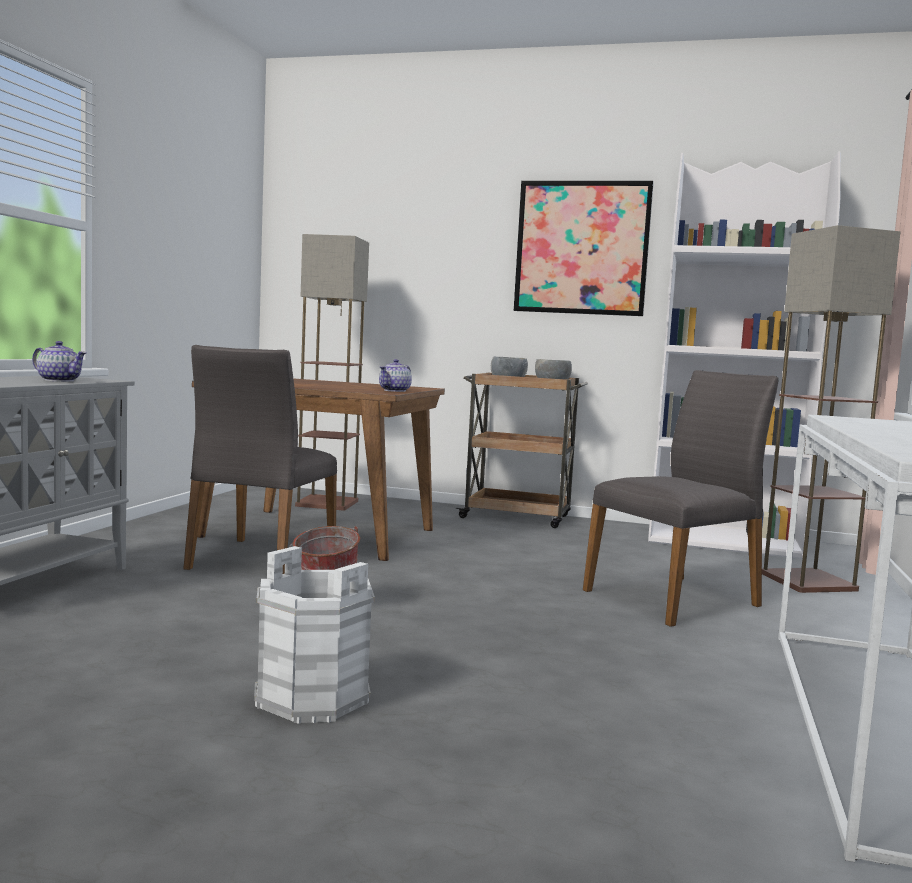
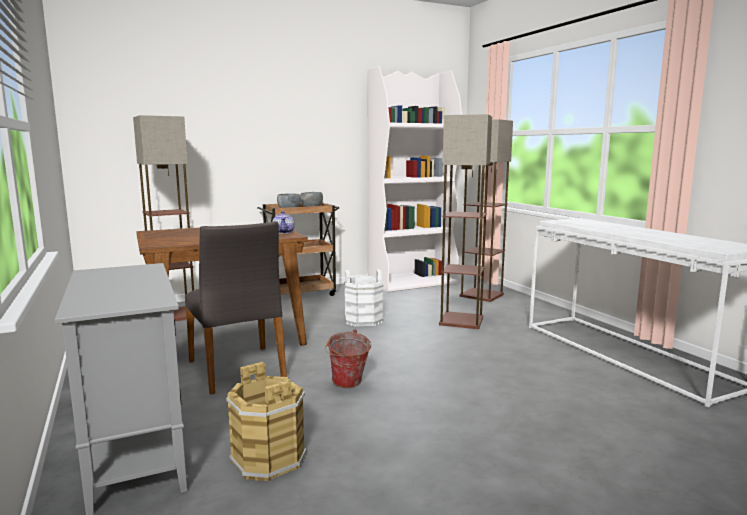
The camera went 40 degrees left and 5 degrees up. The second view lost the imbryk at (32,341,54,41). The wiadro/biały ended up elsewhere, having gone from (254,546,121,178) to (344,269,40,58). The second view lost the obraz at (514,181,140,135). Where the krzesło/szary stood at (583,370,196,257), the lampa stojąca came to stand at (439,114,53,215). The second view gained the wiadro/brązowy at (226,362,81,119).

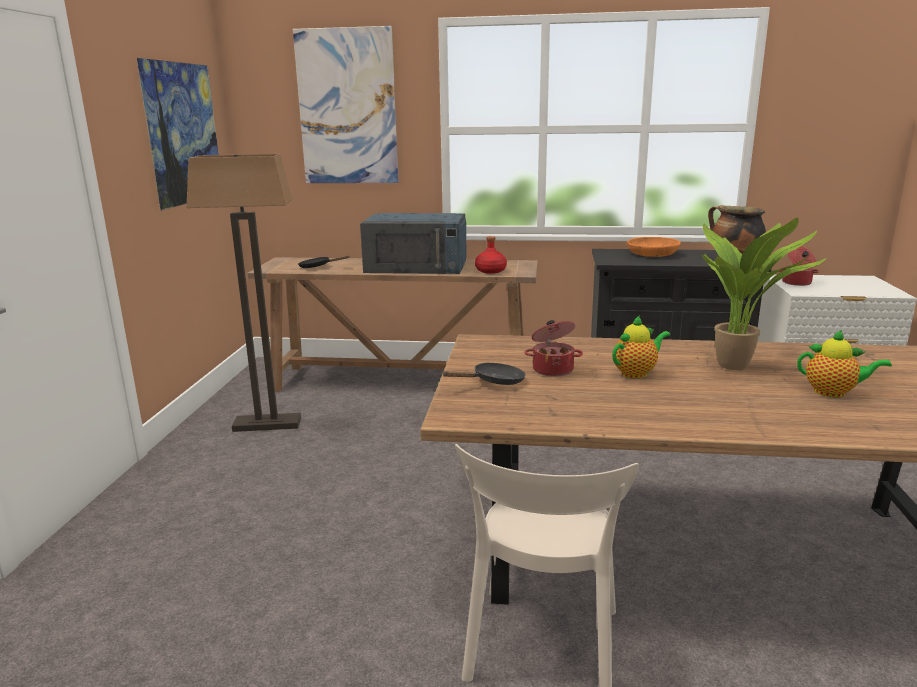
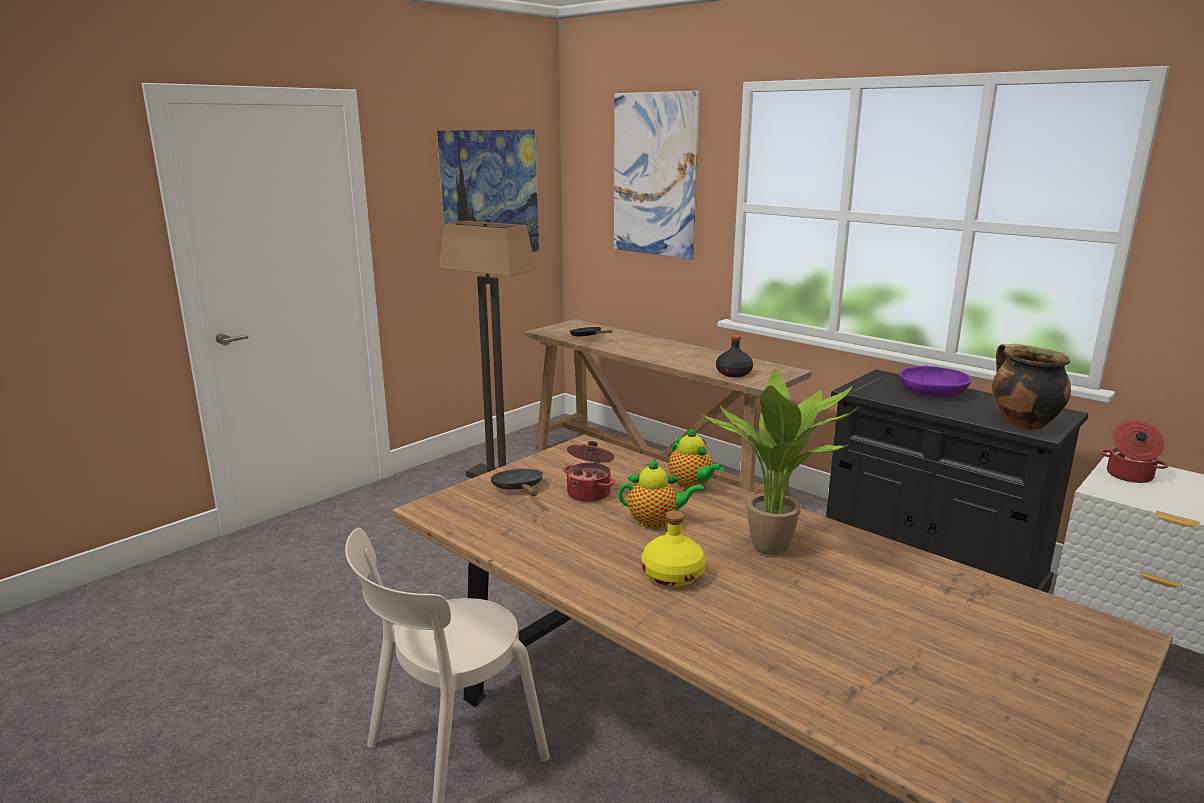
The camera went 35 degrees right and 0 degrees up. The second view lost the mikrofalówka/niebieski at (360,213,107,61). The patelnia/czarny at (442,362,84,23) ended up facing another way, 120 degrees counterclockwise from before. What was the butelka/czerwony at (475,236,32,38) turned into the butelka/czarny at (716,334,37,43). What was the miska/pomarańczowy at (627,237,54,20) turned into the miska/fioletowy at (899,365,73,32). The imbryk ended up elsewhere, having gone from (797,330,95,68) to (668,428,56,62). The second view gained the butelka/żółty at (642,510,64,77).

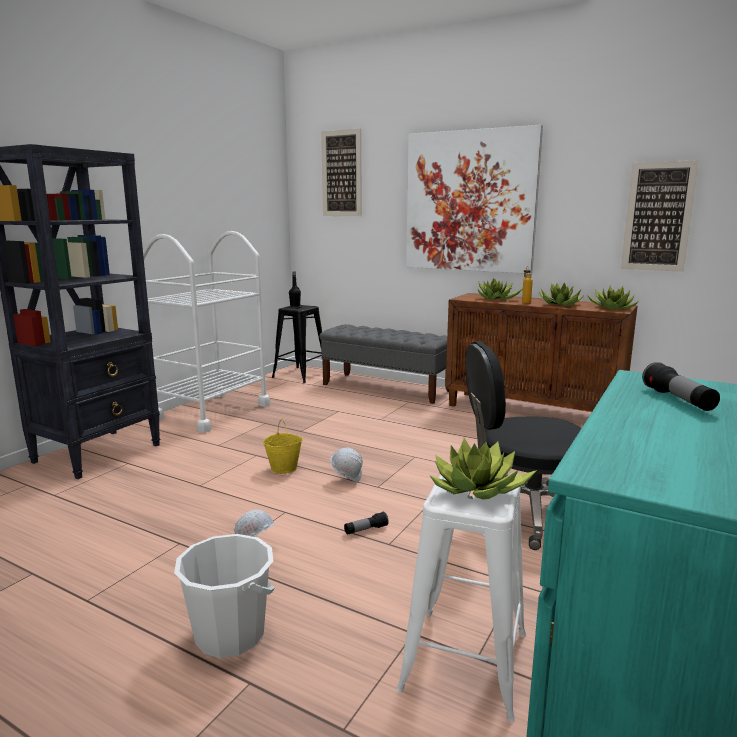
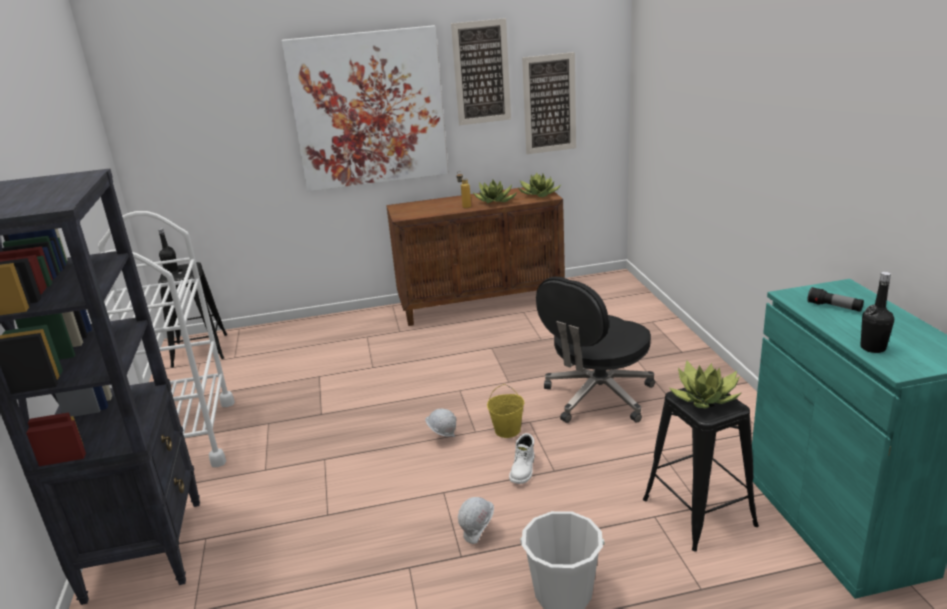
The camera went 40 degrees left and 10 degrees up. The wiadro/żółty ended up elsewhere, having gone from (263,419,40,55) to (487,384,37,54). The second view lost the ławka/szary at (319,324,130,80). The obraz ended up elsewhere, having gone from (321,129,41,87) to (451,18,60,107). Where the latarka stood at (344,512,44,23), the but z cholewką/biały came to stand at (509,433,25,51). What was the stołek/biały at (397,474,129,248) turned into the stołek/czarny at (643,388,116,164). The second view lost the roślina doniczkowa at (478,278,45,21). The second view gained the butelka/czarny at (860,272,34,81).

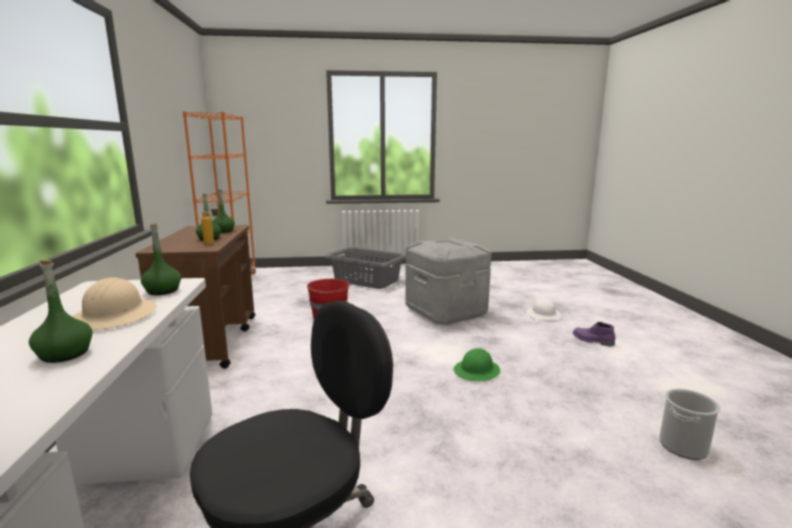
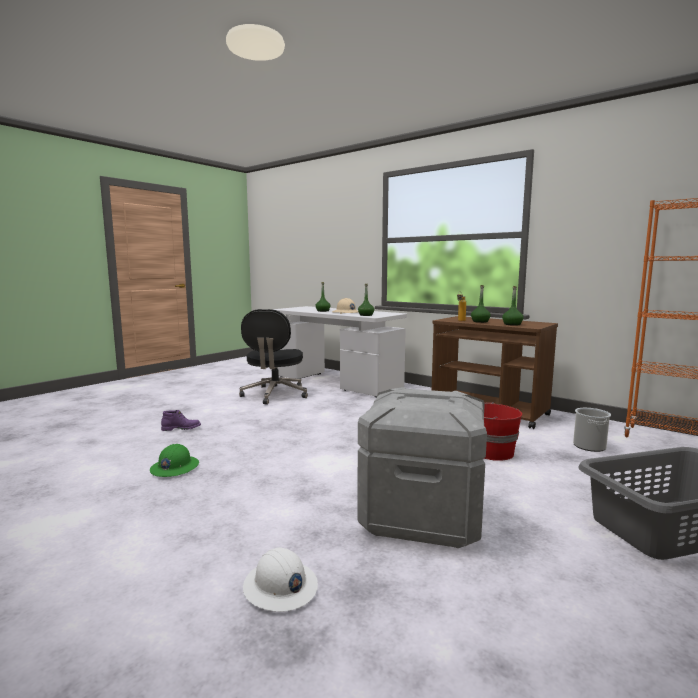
The camera went 135 degrees right and 5 degrees down. The kask/zielony ended up elsewhere, having gone from (454,348,46,33) to (150,444,49,33). The but z cholewką/fioletowy ended up elsewhere, having gone from (573,322,42,24) to (161,410,40,21). The wiadro ended up elsewhere, having gone from (659,388,62,72) to (573,408,38,44).

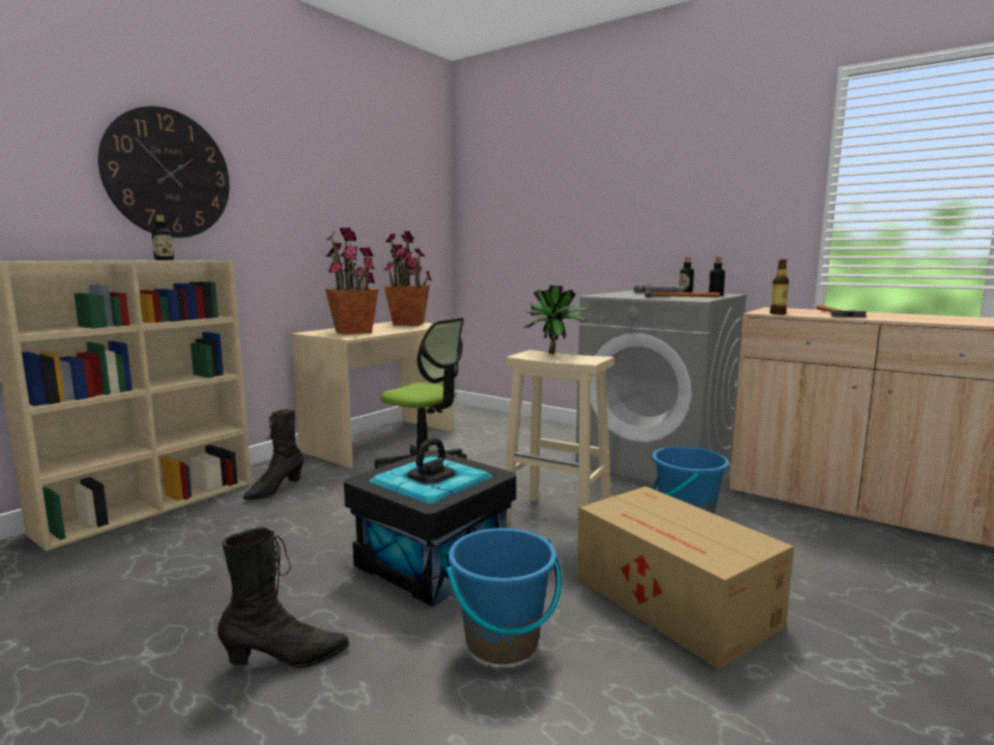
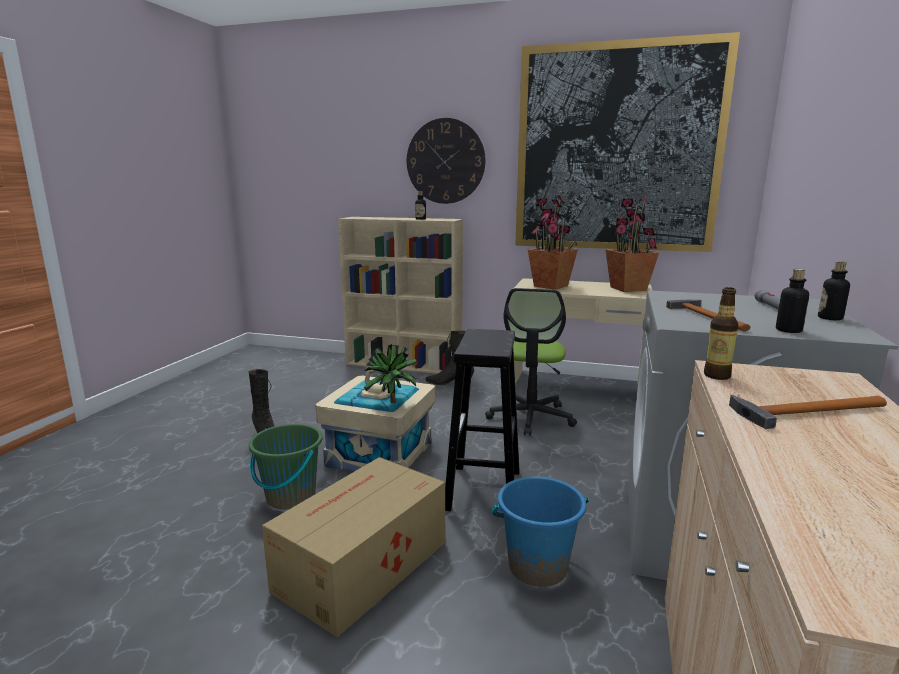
The camera went 70 degrees right and 5 degrees up. What was the pojemnik do przechowywania/czarny at (344,438,172,169) turned into the pojemnik do przechowywania/beżowy at (315,370,120,101). What was the wiadro/niebieski at (446,528,116,136) turned into the wiadro/zielony at (249,424,73,85). What was the stołek/beżowy at (505,350,109,174) turned into the stołek/czarny at (445,329,74,182). The roślina doniczkowa ended up elsewhere, having gone from (524,286,65,68) to (364,344,53,60). The second view gained the obraz at (515,32,225,220).

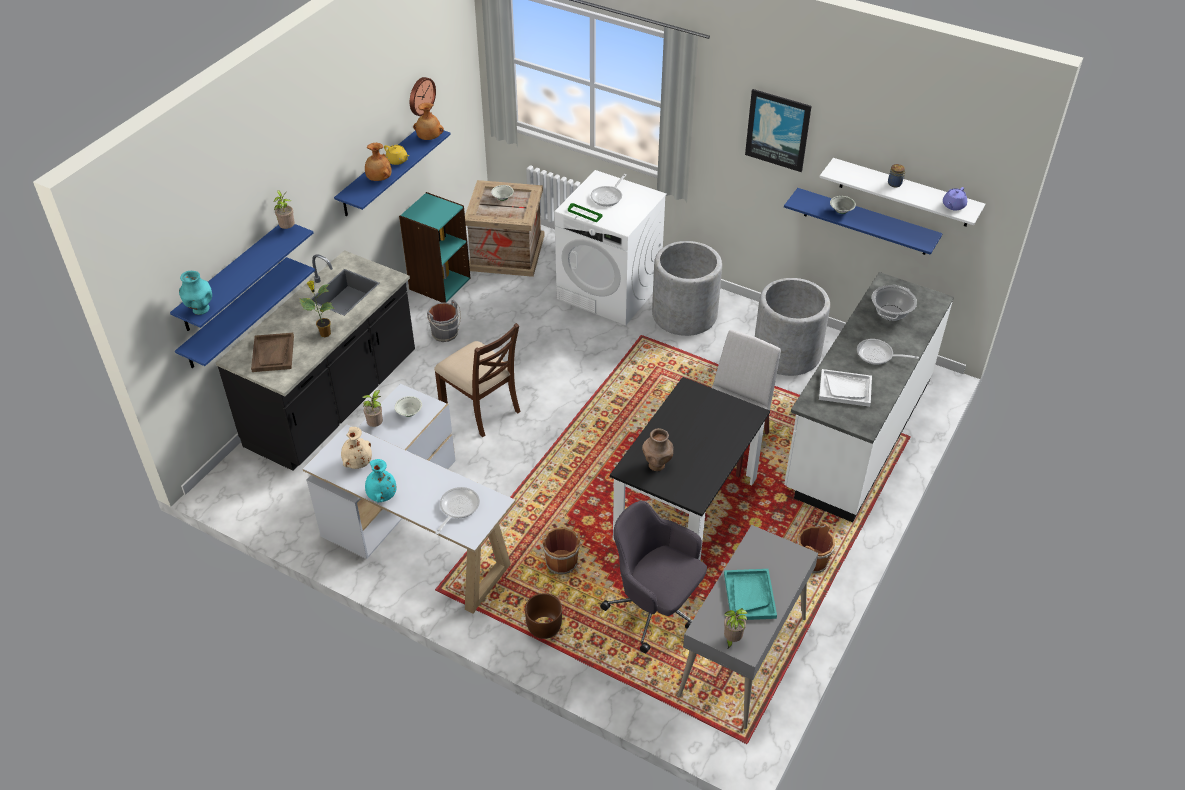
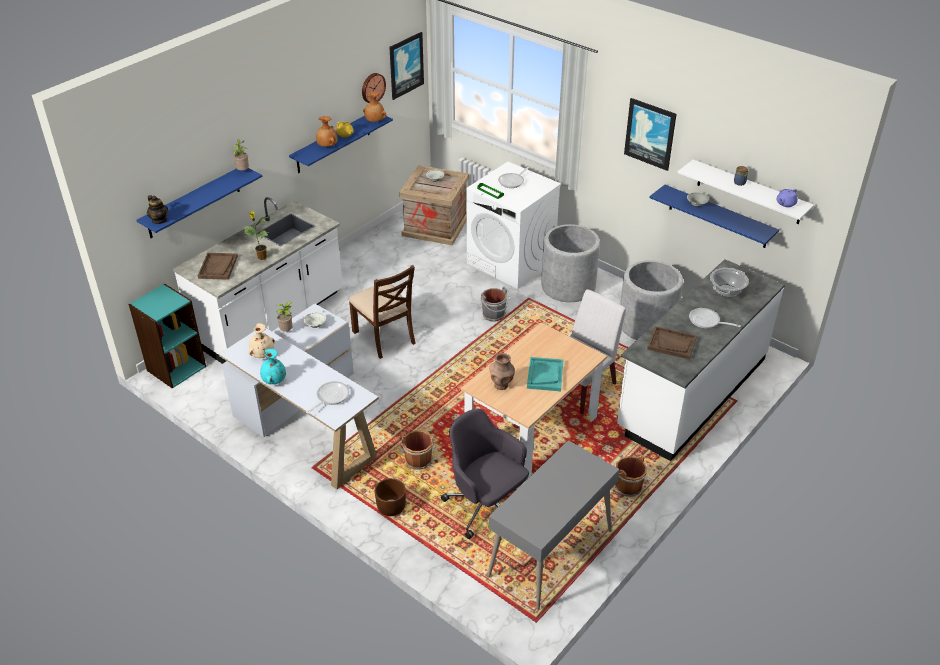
The camera went 10 degrees right and 5 degrees down. The second view lost the półka/niebieski at (175,257,140,111). Where the wazon/turkusowy stood at (179,271,33,44), the imbryk came to stand at (147,195,21,29). What was the zabudowa kuchenna/czarny at (216,250,199,221) turned into the zabudowa kuchenna/biały at (173,197,170,167). The regał/turkusowy ended up elsewhere, having gone from (399,192,72,111) to (128,284,78,105). The wiadro/szary ended up elsewhere, having gone from (427,300,34,42) to (481,287,28,35). What was the stół jadalny/czarny at (610,377,160,184) turned into the stół jadalny/beżowy at (461,322,146,157). The taca/turkusowy ended up elsewhere, having gone from (724,569,53,51) to (527,357,36,34). The second view lost the roślina doniczkowa at (724,608,23,40). What was the taca/biały at (819,369,53,38) turned into the taca/brązowy at (647,326,50,34). The second view gained the obraz at (389,32,35,68).

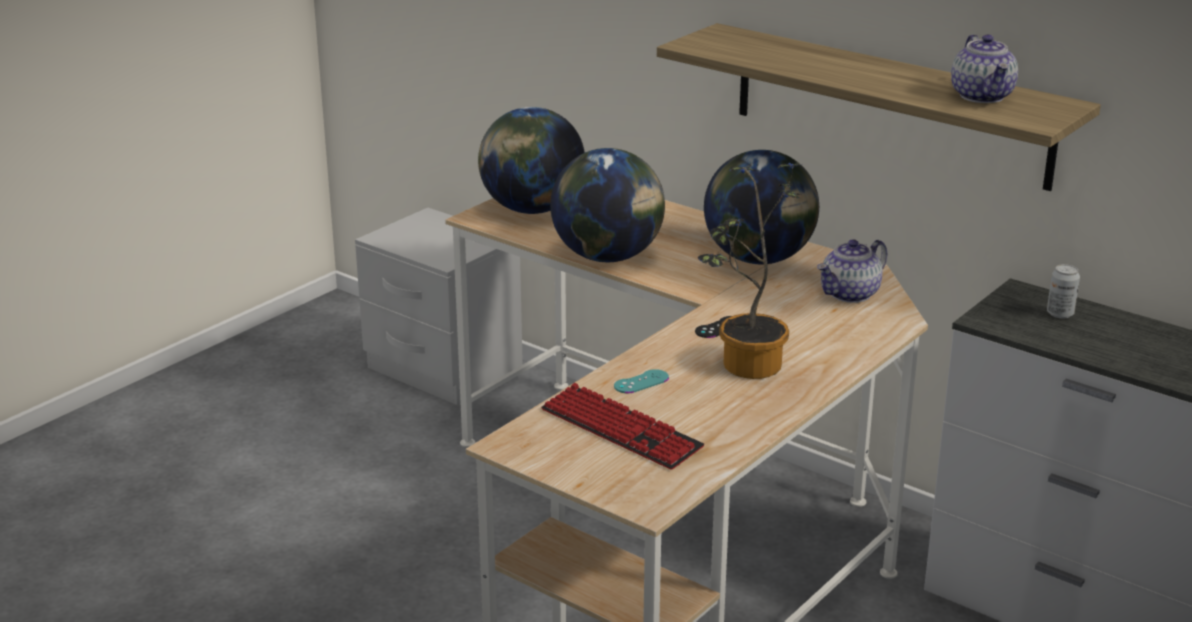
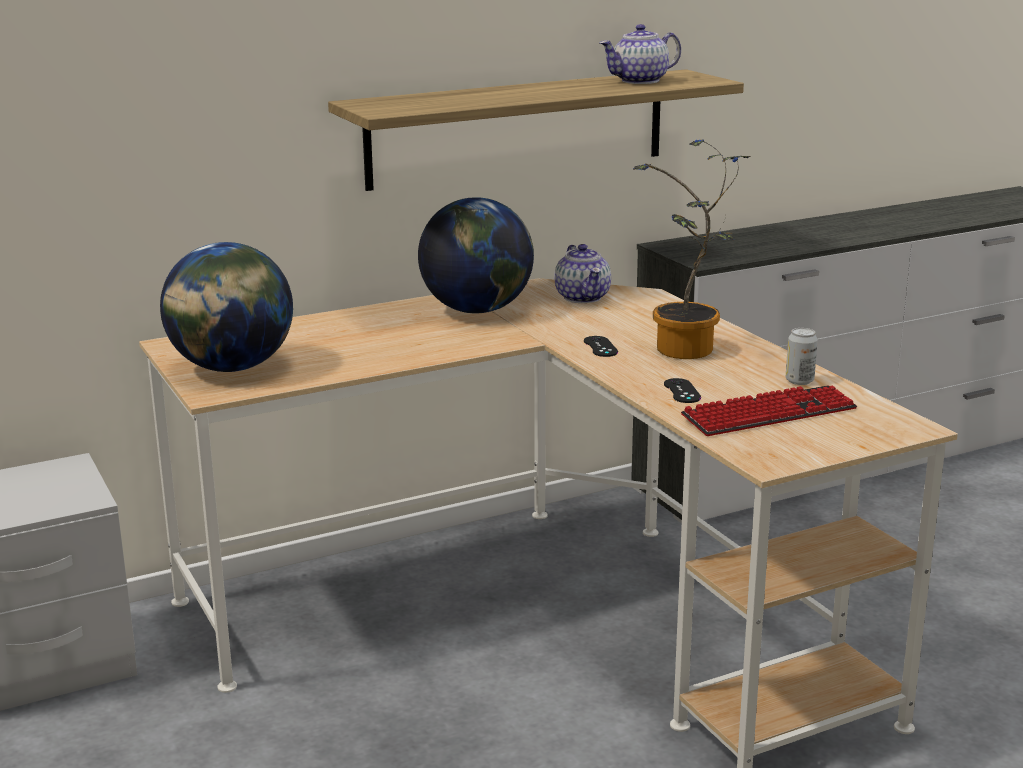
The camera went 65 degrees left and 5 degrees down. The second view lost the globus at (550,148,115,114). What was the pad do gier/turkusowy at (614,369,55,24) turned into the pad do gier/czarny at (664,378,37,25). The imbryk at (951,34,67,69) ended up facing another way, 135 degrees clockwise from before. The puszka ended up elsewhere, having gone from (1047,264,33,55) to (786,328,32,57).

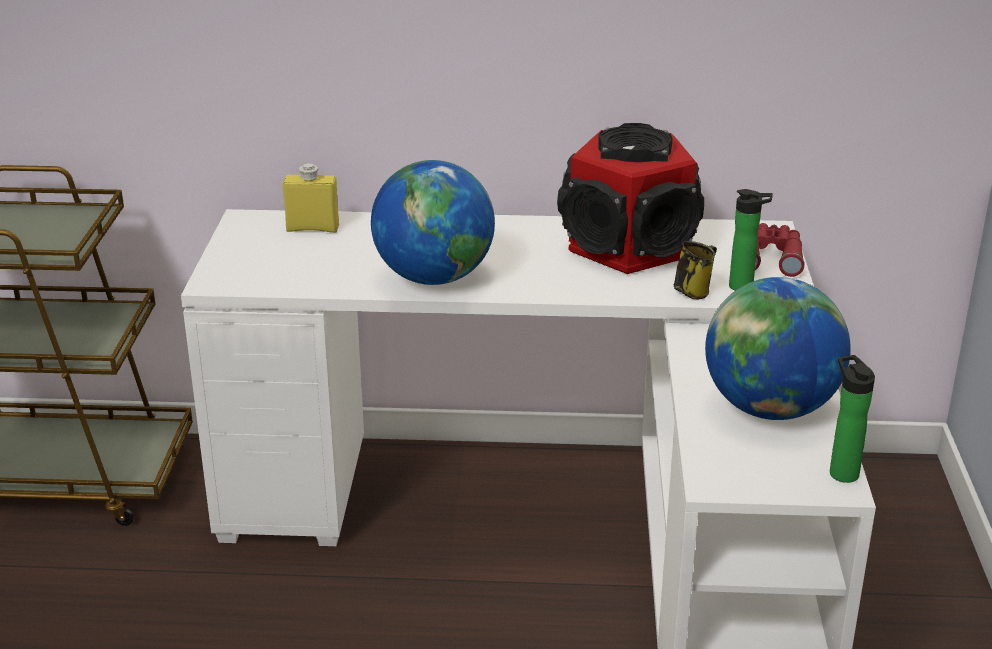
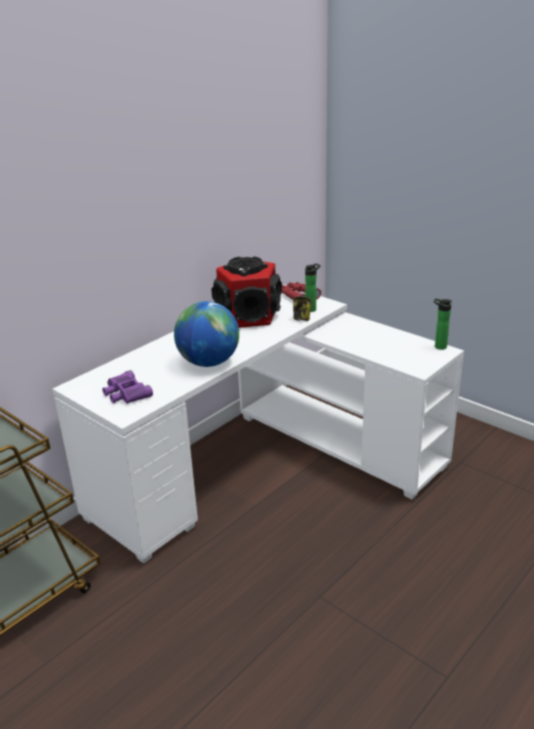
The camera went 50 degrees left and 0 degrees up. The second view lost the butelka/żółty at (283,163,56,70). The second view lost the globus at (705,277,146,143). The second view gained the lornetka/fioletowy at (102,370,51,34).

